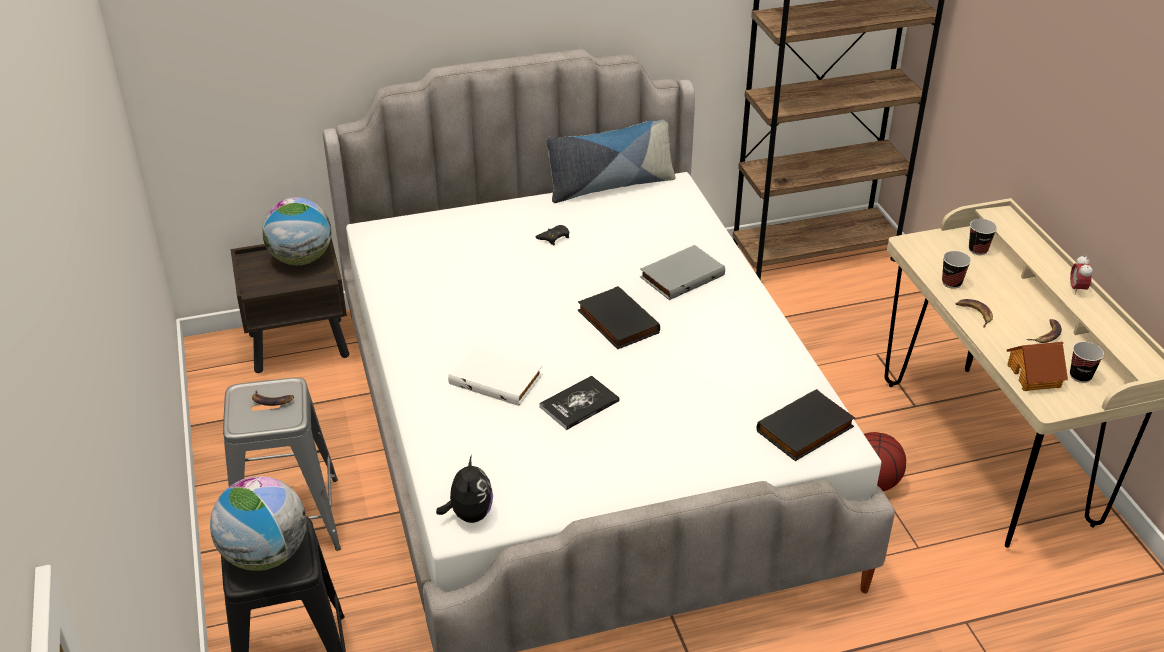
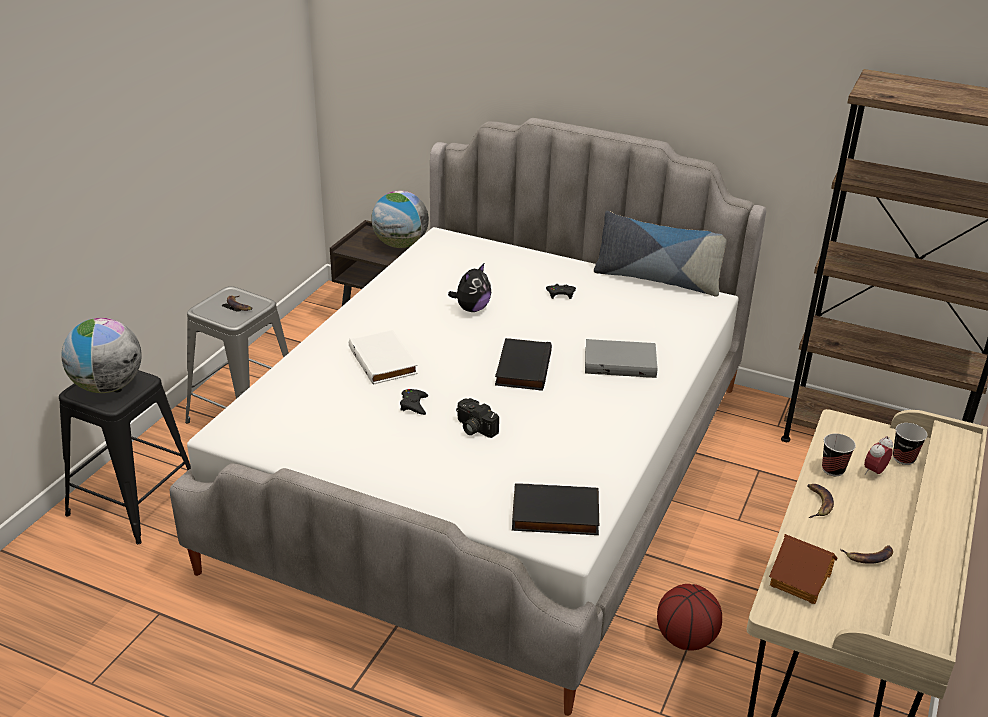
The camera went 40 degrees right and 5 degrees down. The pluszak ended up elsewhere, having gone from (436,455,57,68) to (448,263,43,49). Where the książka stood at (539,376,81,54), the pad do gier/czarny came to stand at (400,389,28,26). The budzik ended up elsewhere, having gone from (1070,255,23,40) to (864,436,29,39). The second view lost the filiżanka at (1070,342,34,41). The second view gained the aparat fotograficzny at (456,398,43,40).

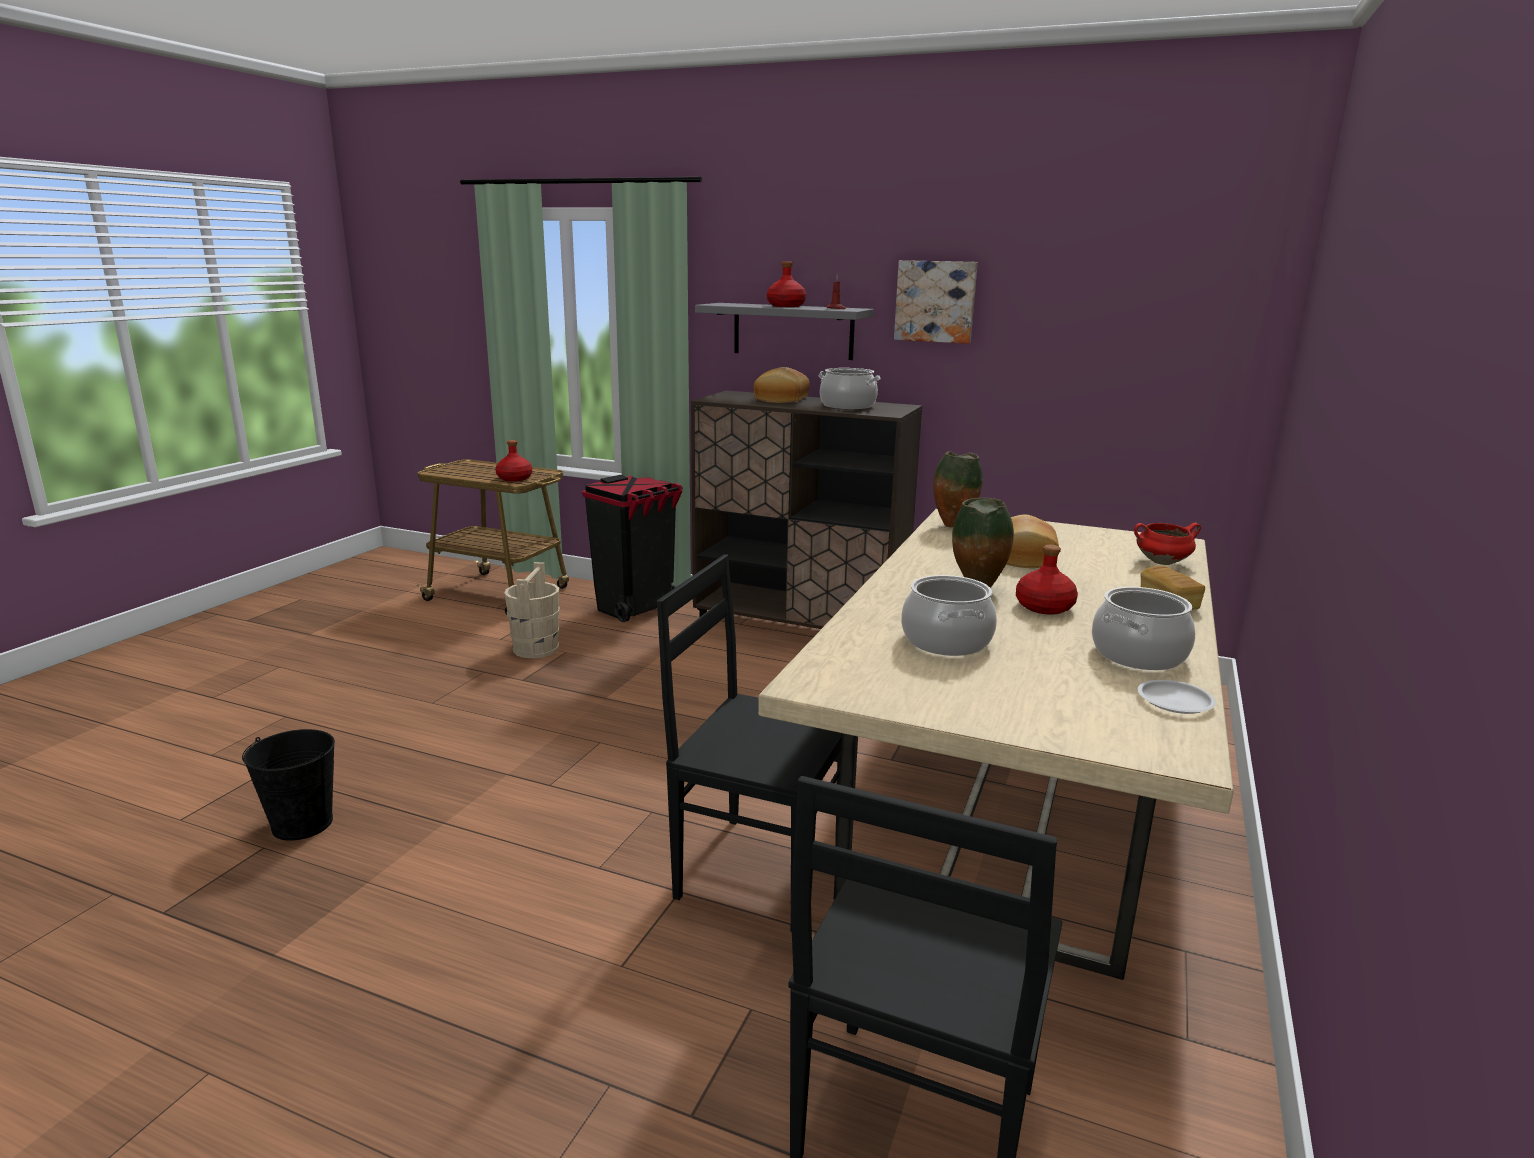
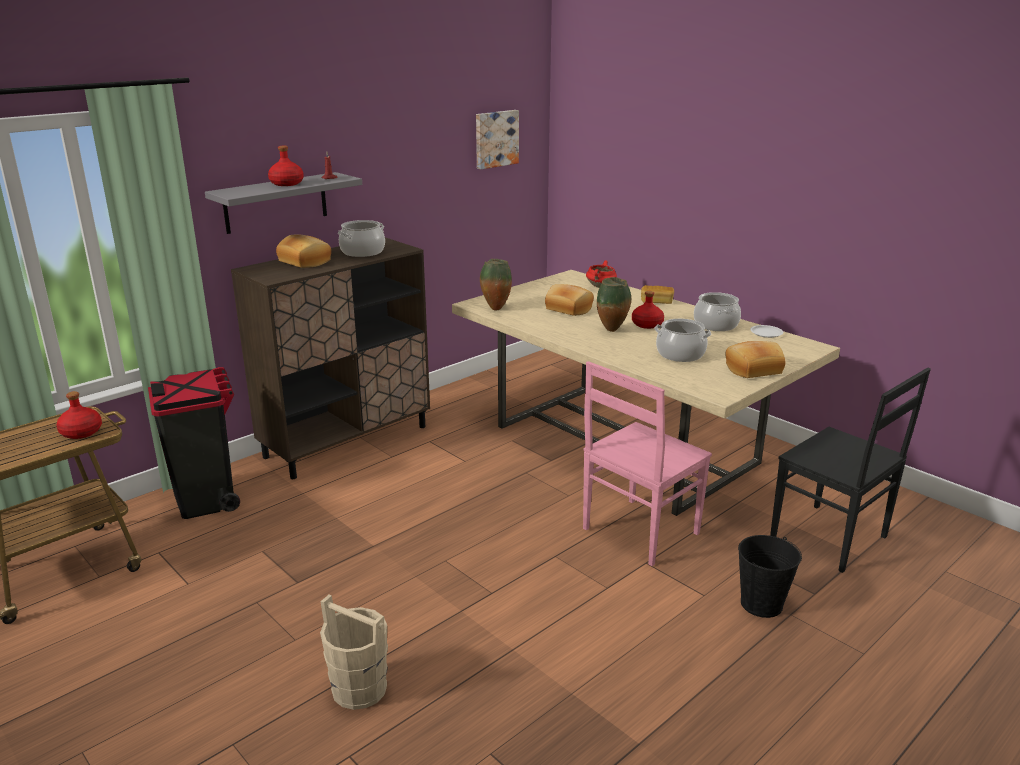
The camera went 65 degrees left and 5 degrees up. The wiadro/czarny ended up elsewhere, having gone from (242,729,93,112) to (738,535,64,83). The wiadro/beżowy ended up elsewhere, having gone from (504,562,56,96) to (320,594,68,116). What was the krzesło/czarny at (657,554,185,378) turned into the krzesło/różowy at (583,361,129,205). The obraz ended up elsewhere, having gone from (894,260,84,84) to (476,110,43,59). The second view gained the chleb at (725,341,61,37).

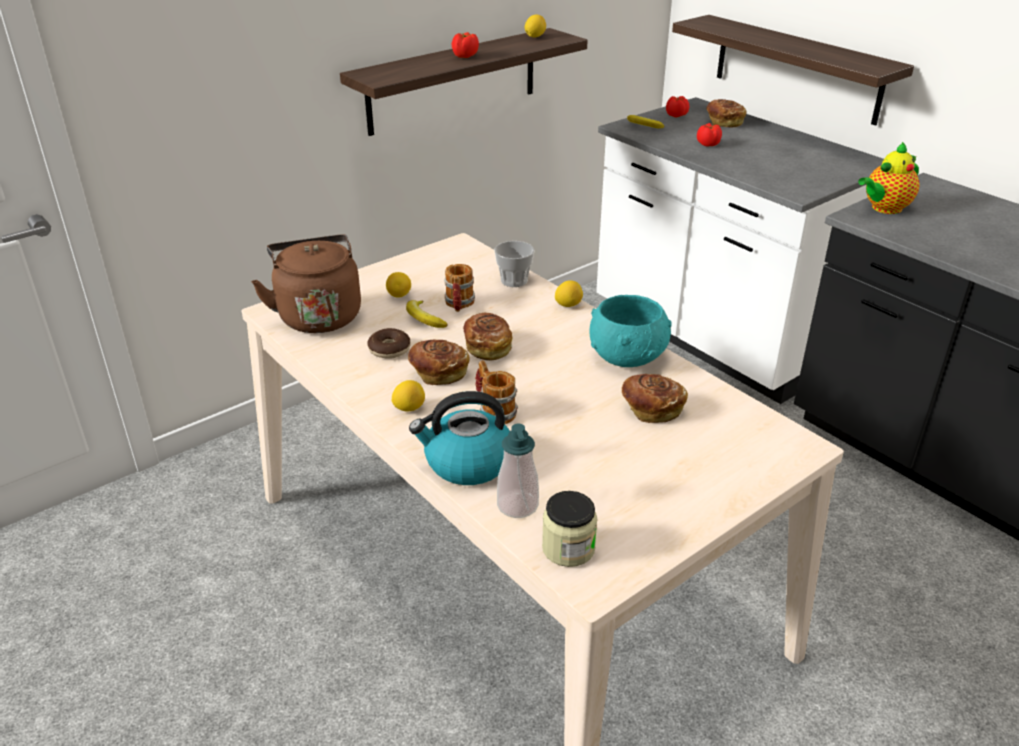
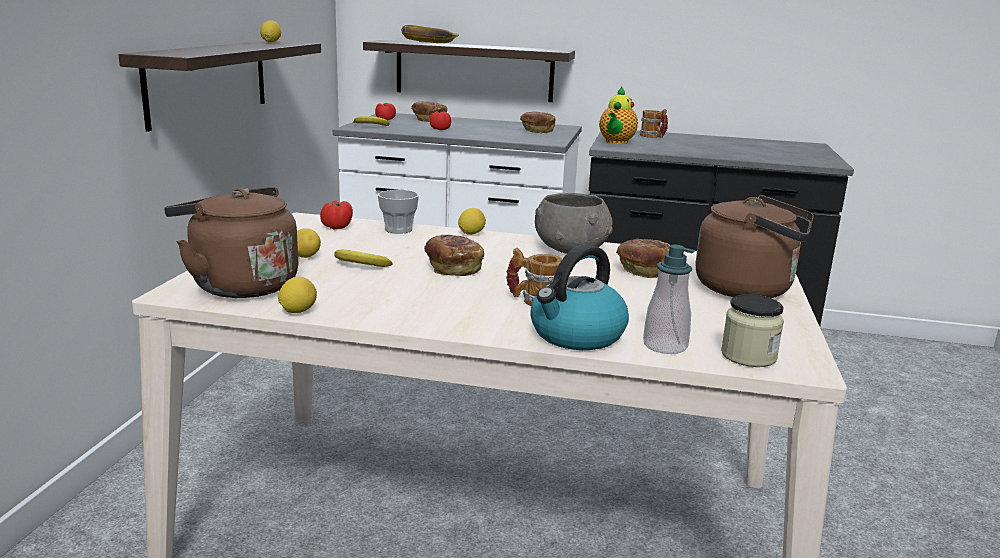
The camera went 40 degrees left and 15 degrees down. The second view lost the donut at (367,328,44,31). The cytryna ended up elsewhere, having gone from (392,380,33,31) to (278,277,39,36). The chleb ended up elsewhere, having gone from (408,340,62,45) to (520,112,36,21). The kubek ended up elsewhere, having gone from (445,264,30,48) to (640,109,28,29). The pomidor ended up elsewhere, having gone from (452,32,27,26) to (320,201,33,28). What was the miska/turkusowy at (589,295,83,72) turned into the miska/szary at (535,193,78,61). The second view gained the banan at (401,25,58,18). The second view gained the czajnik/brązowy at (695,195,119,103).

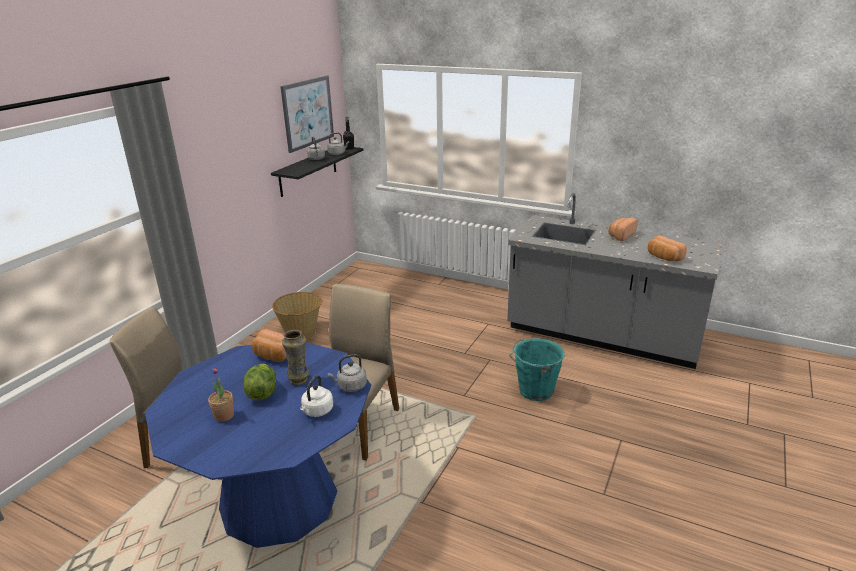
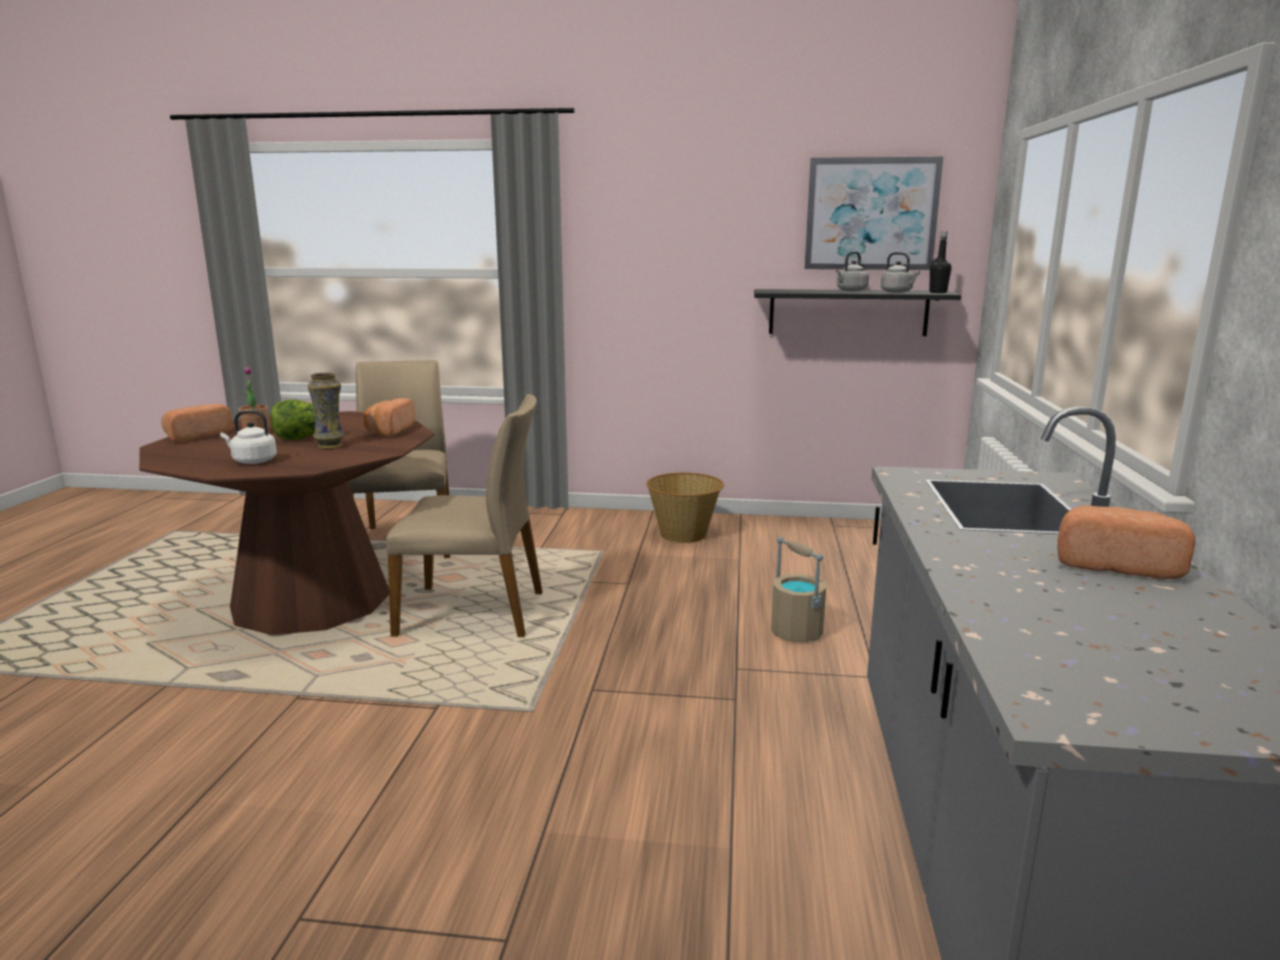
The camera went 70 degrees right and 10 degrees down. What was the stół jadalny/niebieski at (145,342,226,206) turned into the stół jadalny/brązowy at (139,411,296,224). The second view lost the czajnik/szary at (327,354,40,38). The second view lost the wiadro/turkusowy at (509,339,56,62). The chleb ended up elsewhere, having gone from (647,235,40,26) to (161,404,72,38). The second view gained the wiadro/beżowy at (771,537,55,105).

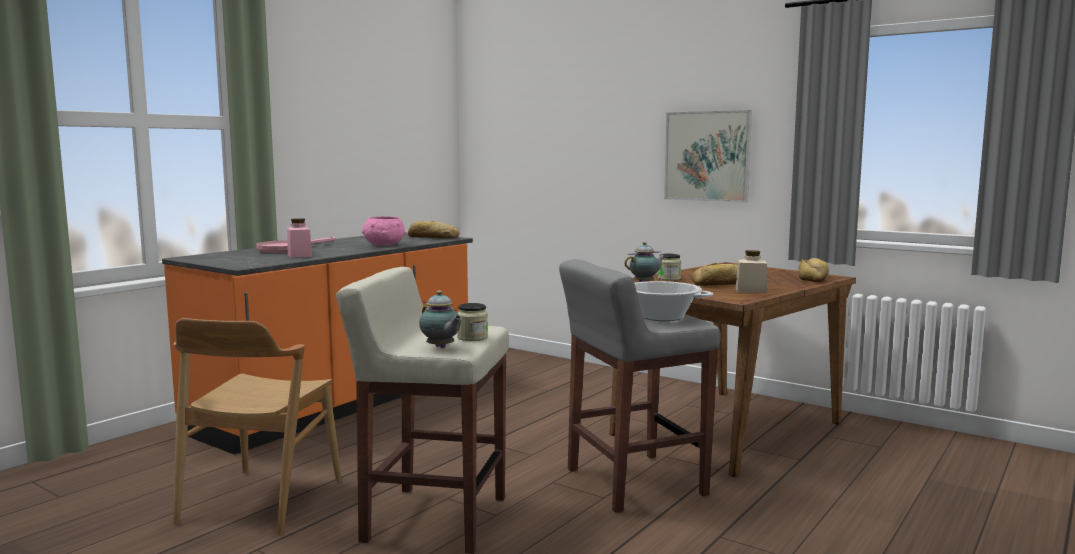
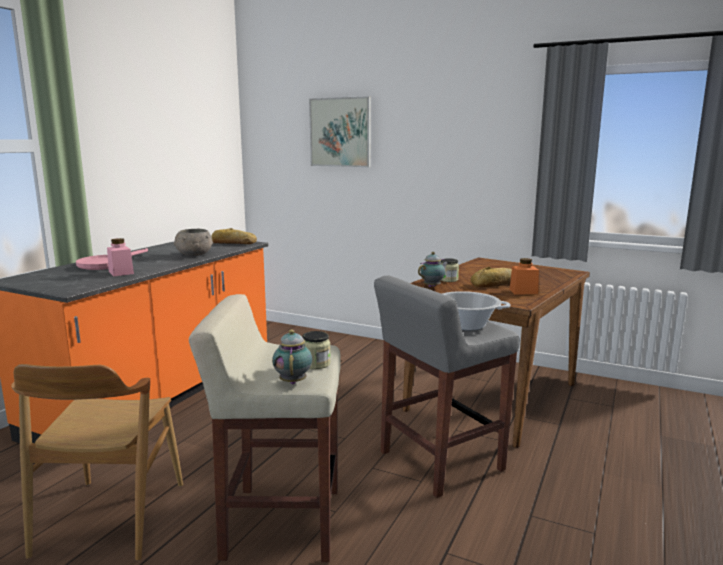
The camera went 10 degrees left and 5 degrees up. What was the miska/różowy at (362,216,44,30) turned into the miska/szary at (174,229,39,27). The imbryk at (419,290,43,58) ended up facing another way, 135 degrees counterclockwise from before. The obraz ended up elsewhere, having gone from (664,110,88,93) to (309,96,62,71). What was the słoik/beżowy at (736,250,31,43) turned into the słoik/pomarańczowy at (509,258,30,36). The second view lost the chleb at (798,258,31,24).

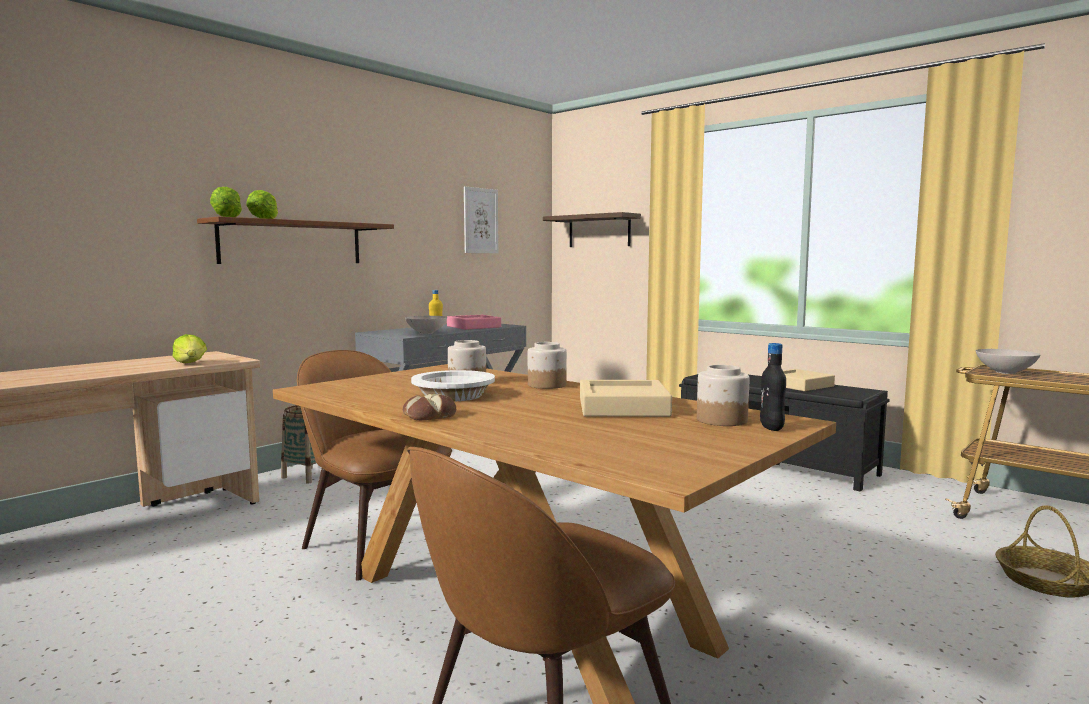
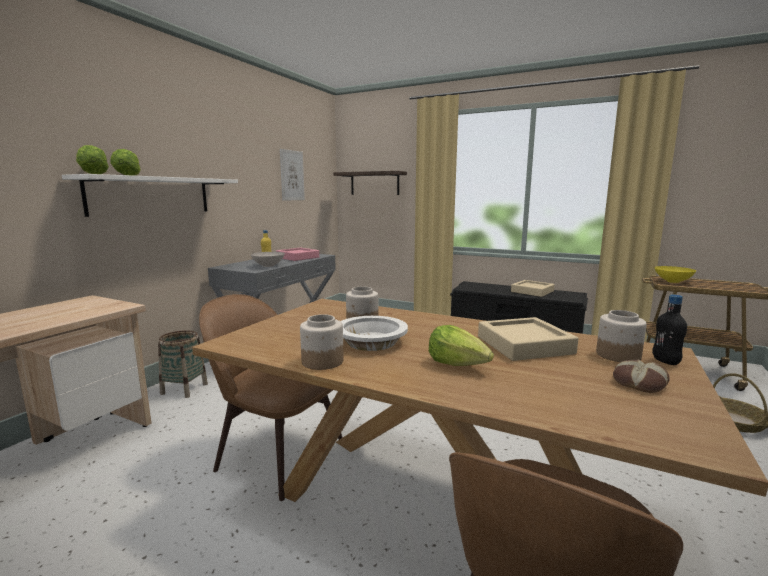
The camera went 15 degrees left and 5 degrees up. The sałata ended up elsewhere, having gone from (173,334,34,29) to (429,325,65,41). What was the półka/brązowy at (197,217,197,47) turned into the półka/biały at (62,174,176,43). The chleb ended up elsewhere, having gone from (403,393,53,28) to (613,360,57,33). The słoik ended up elsewhere, having gone from (528,342,39,47) to (300,314,44,56). What was the miska/biały at (976,349,65,25) turned into the miska/żółty at (655,266,41,17).

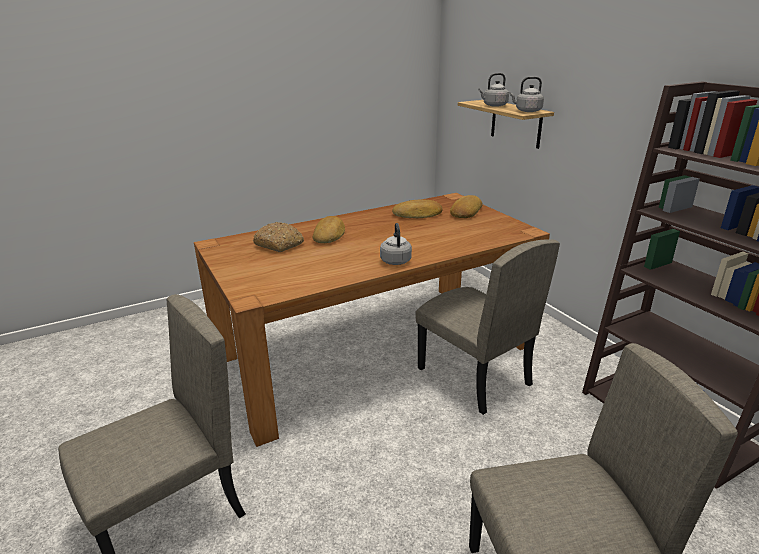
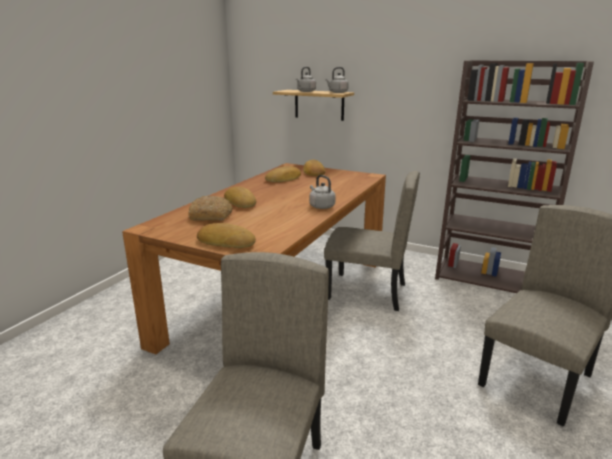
The camera went 35 degrees left and 5 degrees down. The second view gained the chleb at (197,223,59,25).

